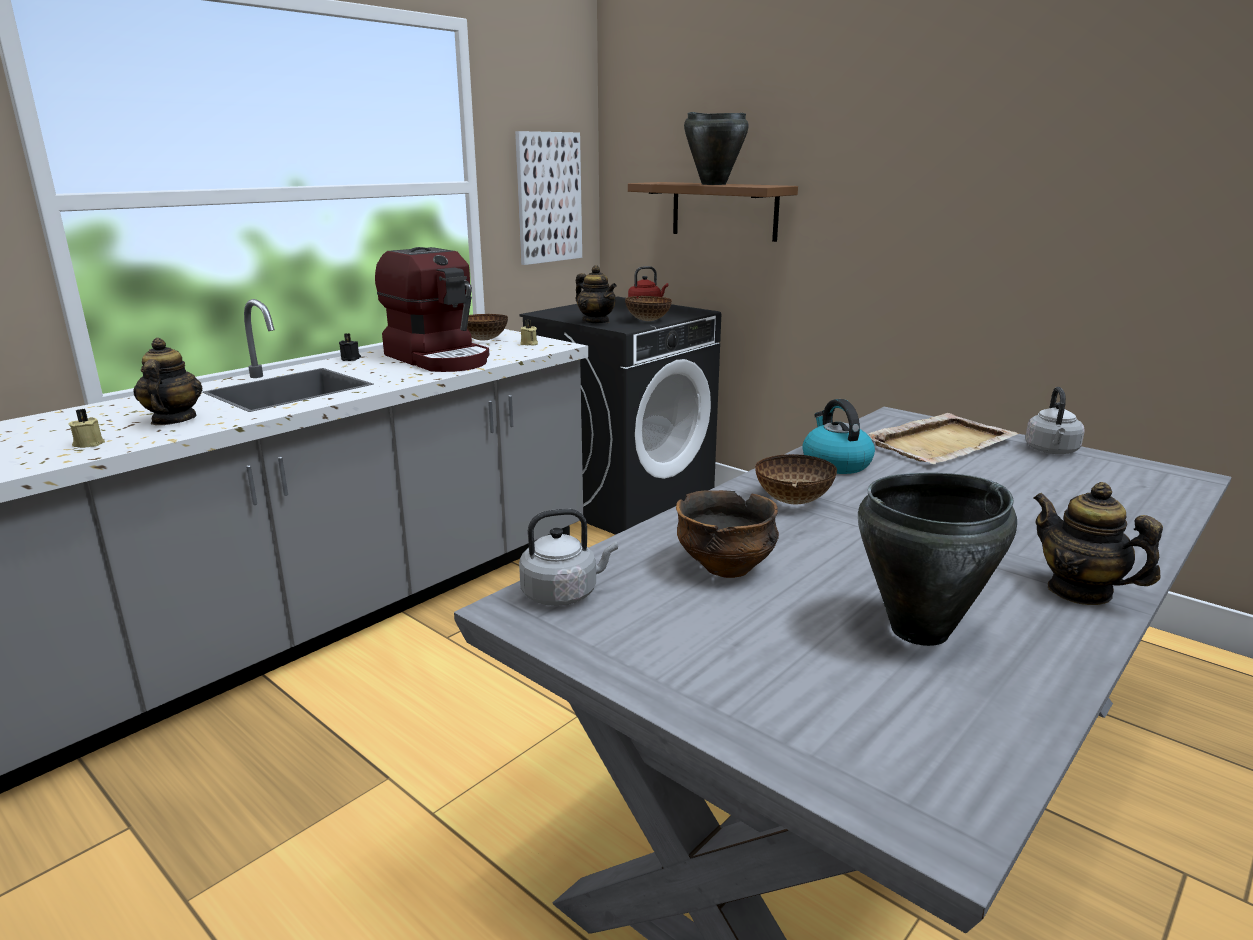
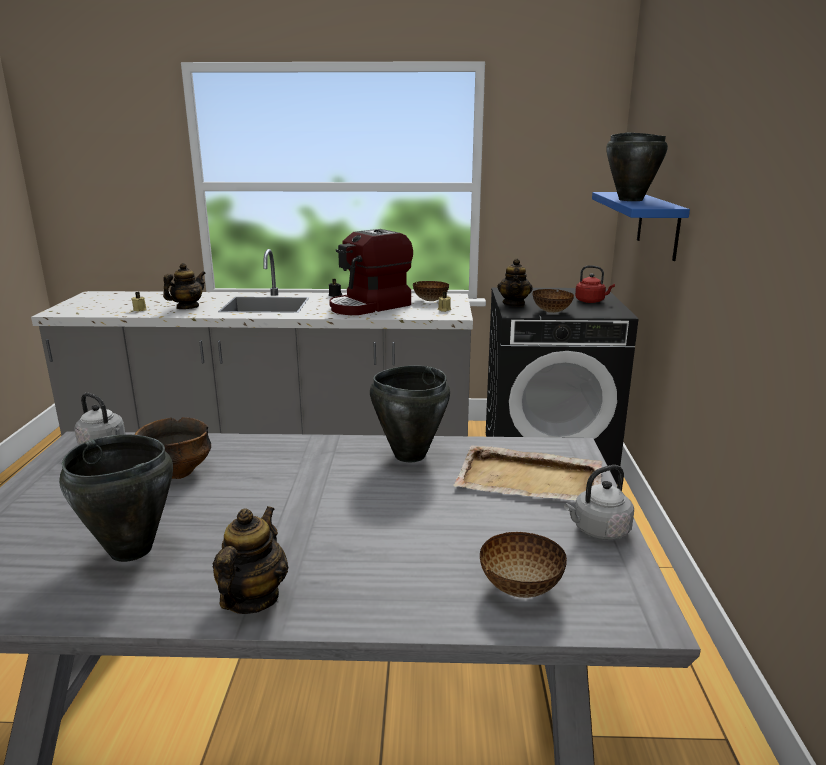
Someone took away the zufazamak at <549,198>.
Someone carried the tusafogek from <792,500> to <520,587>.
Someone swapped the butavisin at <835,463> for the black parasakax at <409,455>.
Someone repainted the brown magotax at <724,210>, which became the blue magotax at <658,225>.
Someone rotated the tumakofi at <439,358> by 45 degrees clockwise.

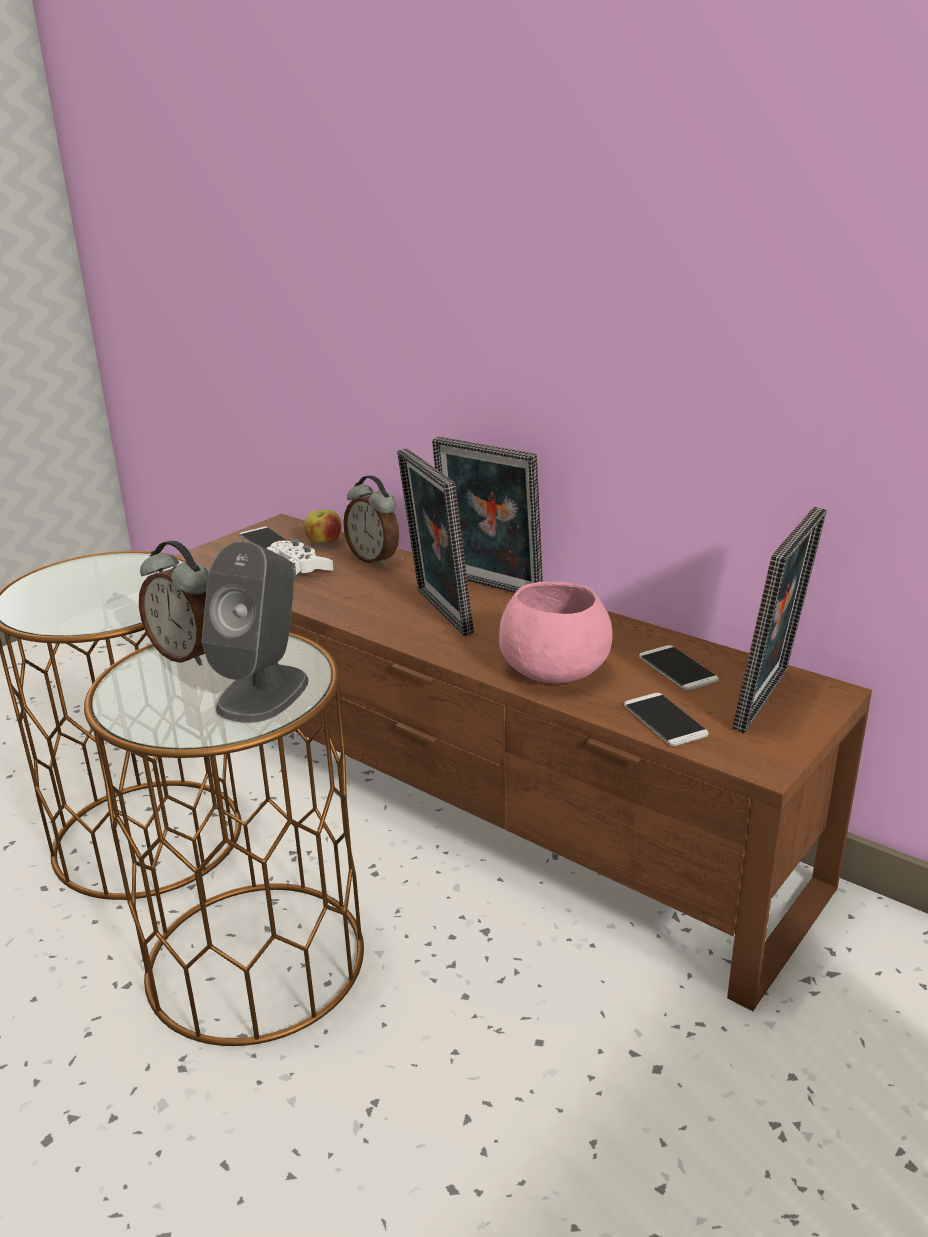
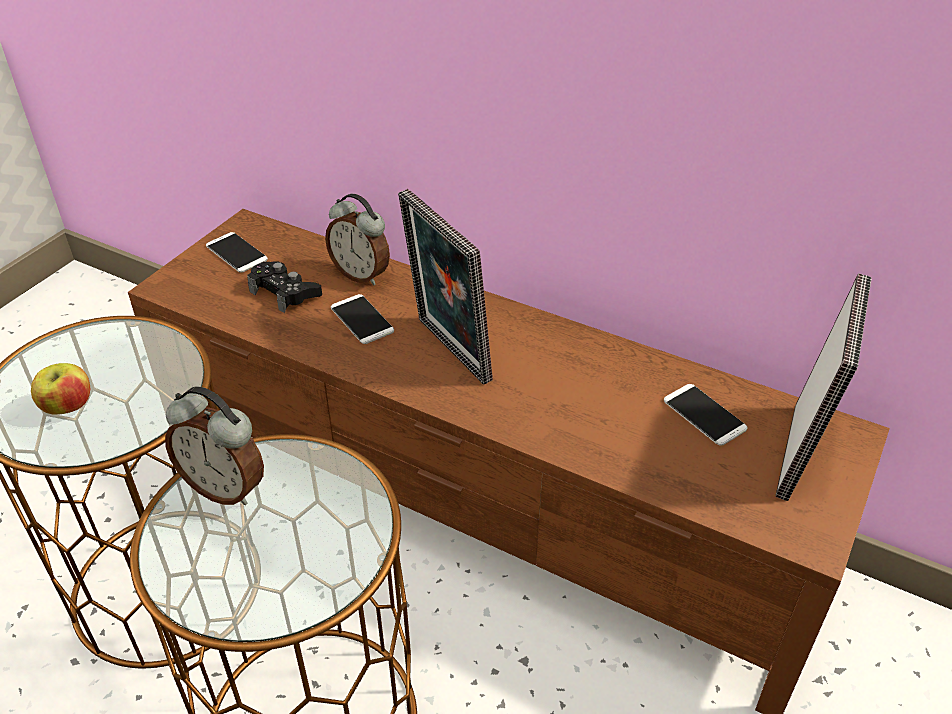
Someone took away the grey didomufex at <263,693>.
Someone took away the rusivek at <489,587>.
Someone took away the pink tusafogek at <552,669>.
Someone carried the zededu from <324,543> to <69,407>.
Someone carried the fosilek from <665,720> to <362,320>.
Someone repainted the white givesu at <299,567>, which became the black givesu at <285,292>.

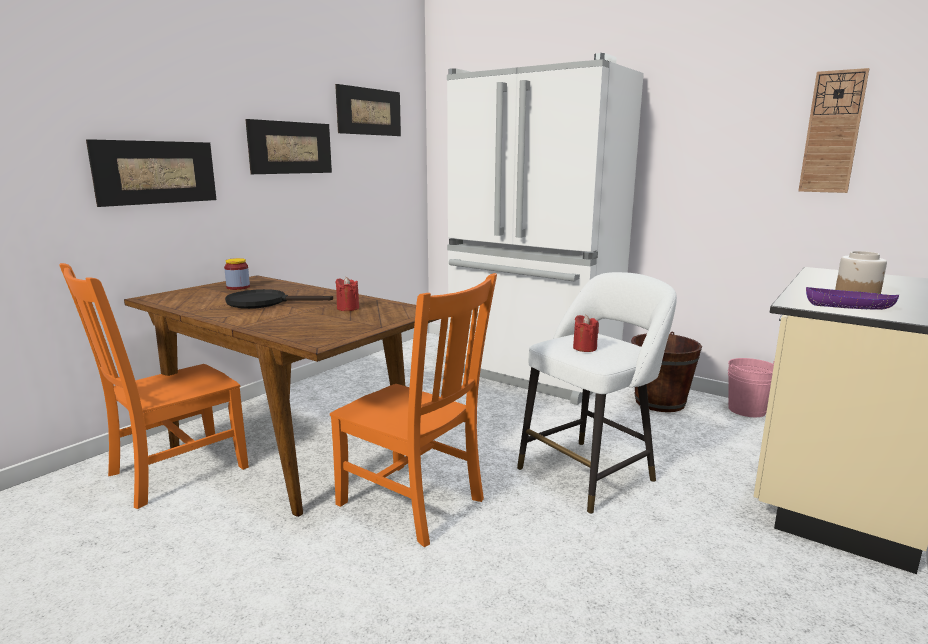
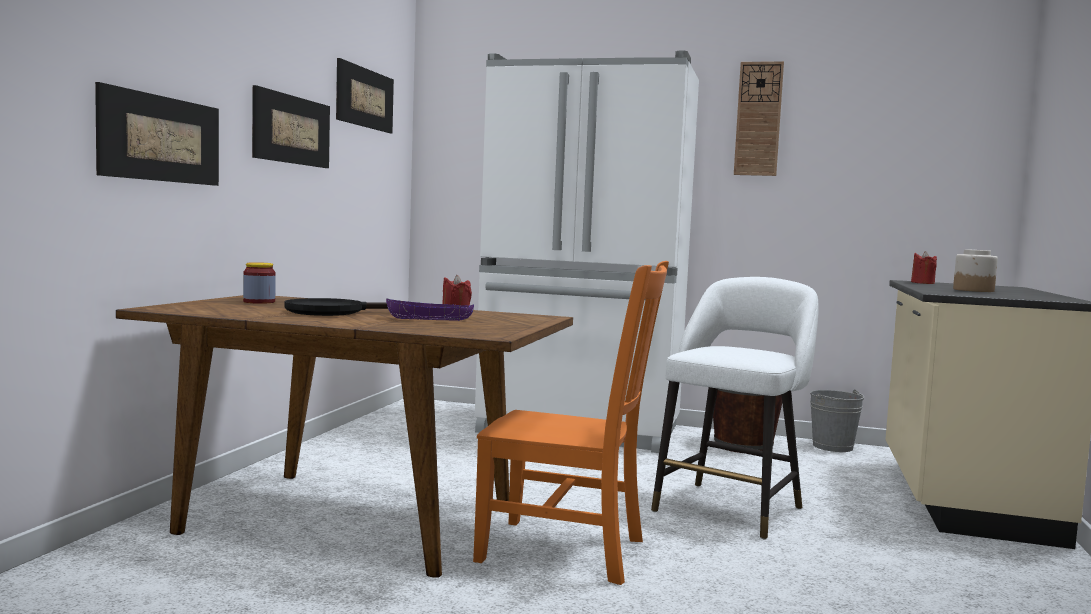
Someone took away the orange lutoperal at <173,472>.
Someone carried the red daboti from <584,348> to <922,283>.
Someone carried the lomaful from <832,132> to <758,119>.
Someone carried the purple tusafogek from <848,307> to <429,319>.
Someone repainted the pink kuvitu at <746,410>, which became the grey kuvitu at <832,447>.

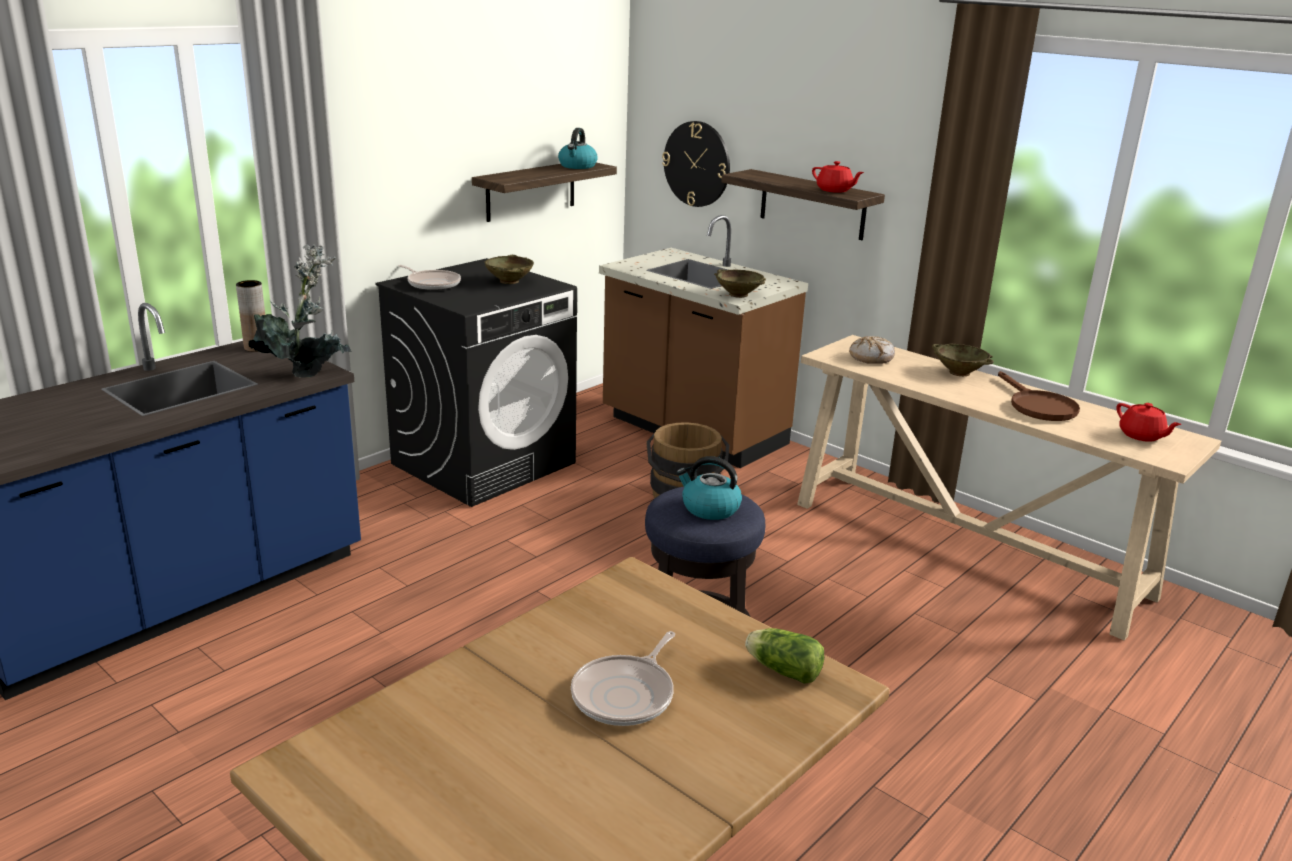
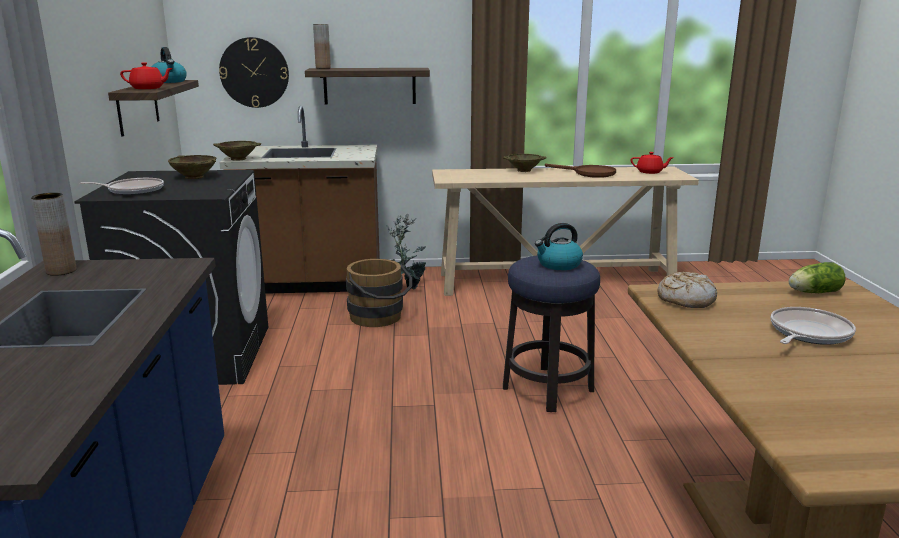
Someone put down the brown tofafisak at <323,68>.
Someone carried the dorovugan from <306,371> to <407,287>.
Someone carried the beige tusafogek from <738,294> to <238,159>.
Someone carried the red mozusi from <834,190> to <148,88>.
Someone carried the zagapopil from <871,357> to <685,299>.
Someone rotated the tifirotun at <626,695> by 120 degrees counterclockwise.

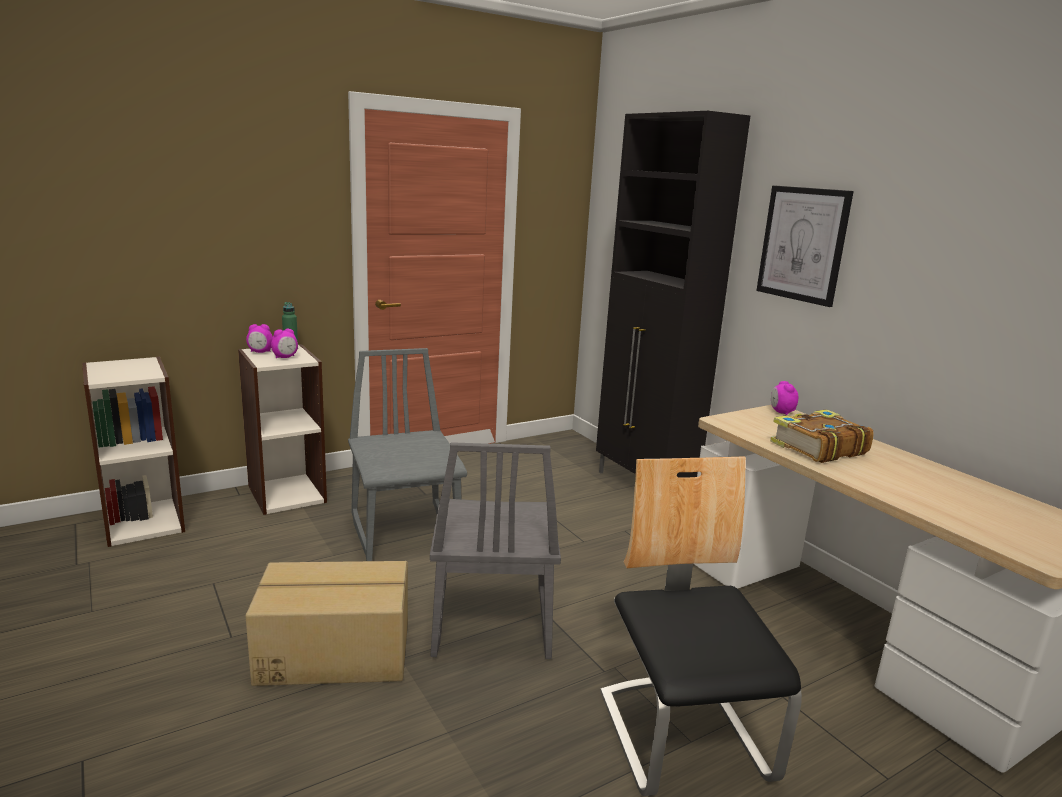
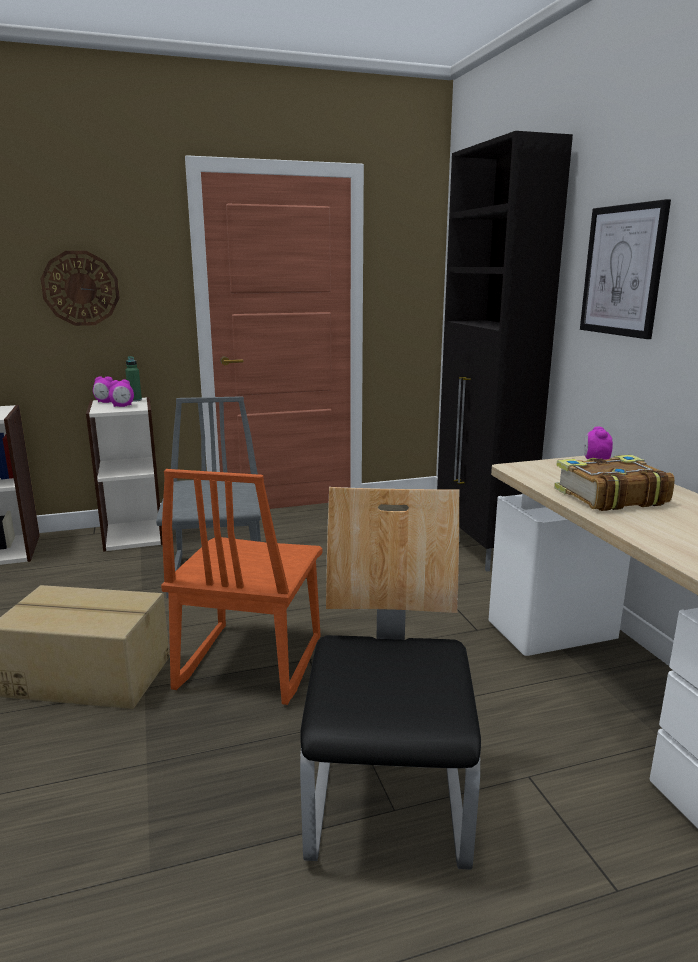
Someone put up the lomaful at <80,288>.
Someone repainted the grey lutoperal at <489,622>, which became the orange lutoperal at <249,663>.

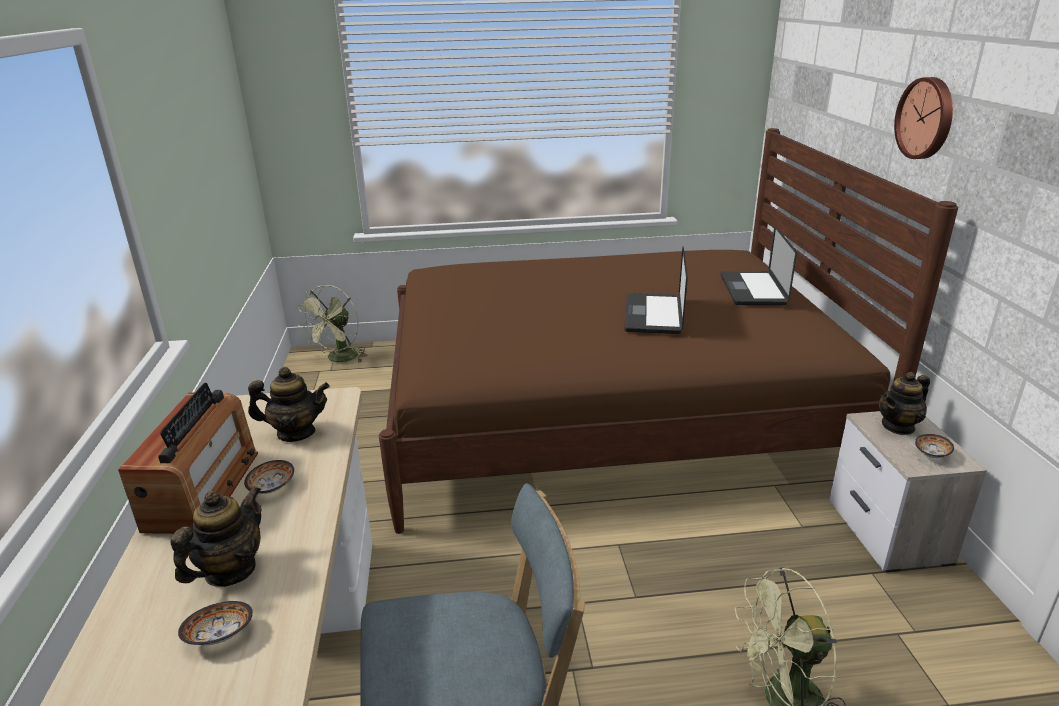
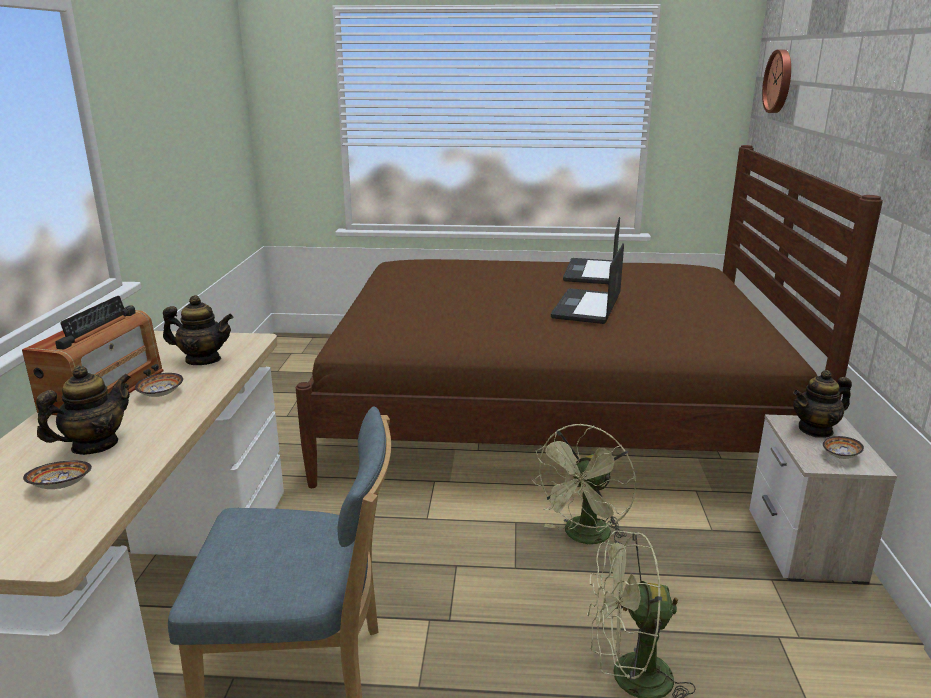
Someone carried the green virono from <339,359> to <584,537>.
Someone carried the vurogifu from <752,289> to <590,272>.
Someone carried the lomaful from <926,118> to <780,81>.

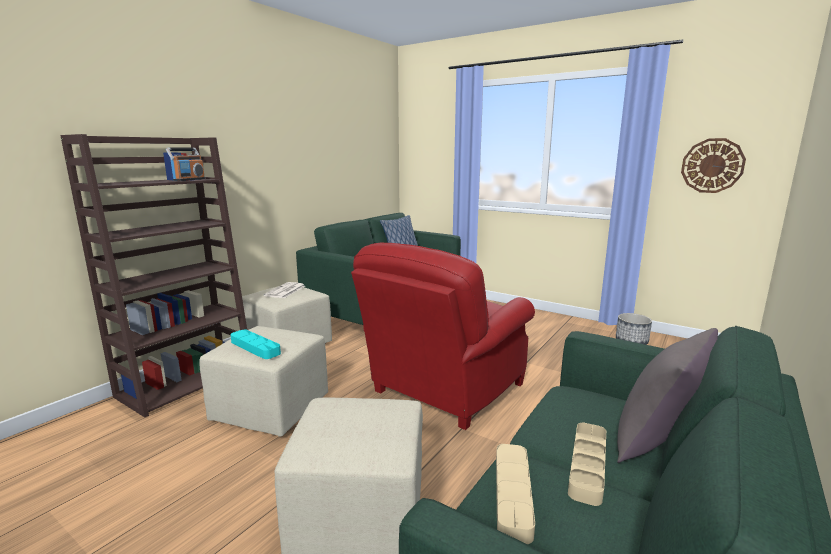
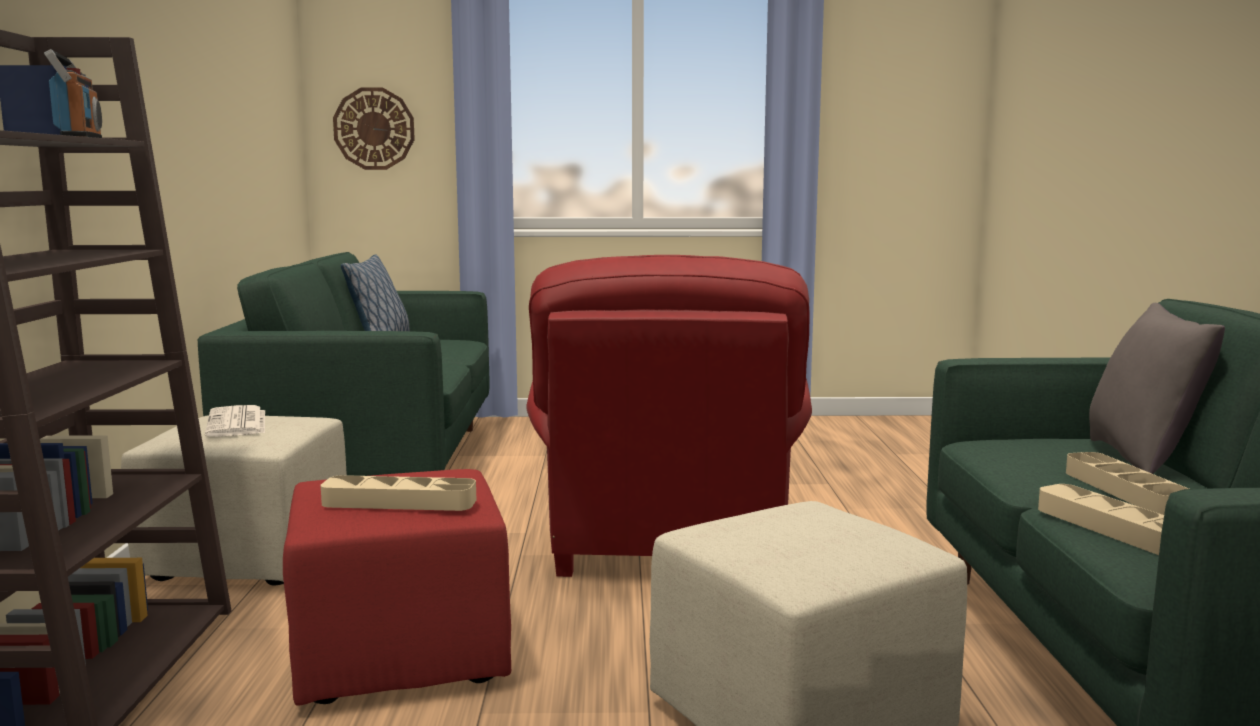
Someone took away the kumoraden at <631,341>.
Someone carried the lomaful from <712,165> to <374,129>.
Someone repainted the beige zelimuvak at <272,410>, which became the red zelimuvak at <403,655>.
Someone repainted the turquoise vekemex at <255,347>, which became the beige vekemex at <399,502>.

